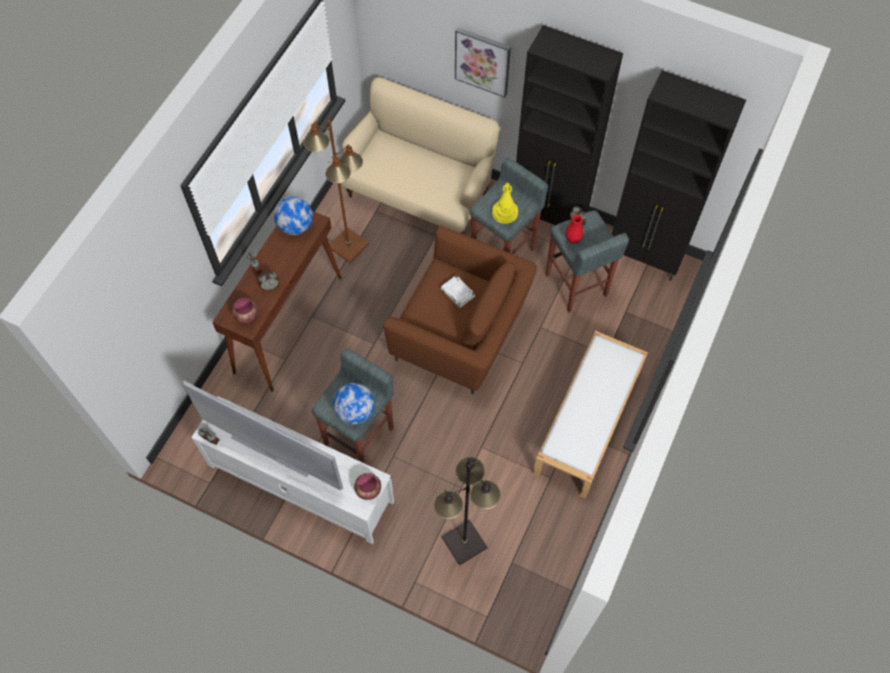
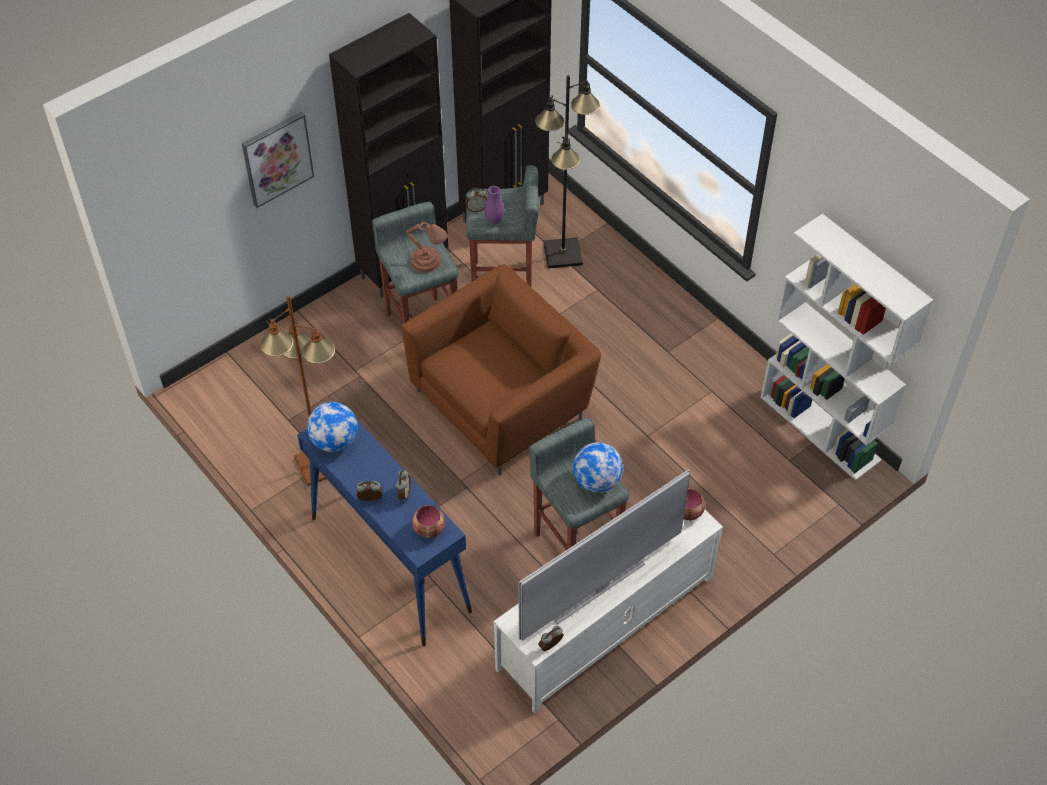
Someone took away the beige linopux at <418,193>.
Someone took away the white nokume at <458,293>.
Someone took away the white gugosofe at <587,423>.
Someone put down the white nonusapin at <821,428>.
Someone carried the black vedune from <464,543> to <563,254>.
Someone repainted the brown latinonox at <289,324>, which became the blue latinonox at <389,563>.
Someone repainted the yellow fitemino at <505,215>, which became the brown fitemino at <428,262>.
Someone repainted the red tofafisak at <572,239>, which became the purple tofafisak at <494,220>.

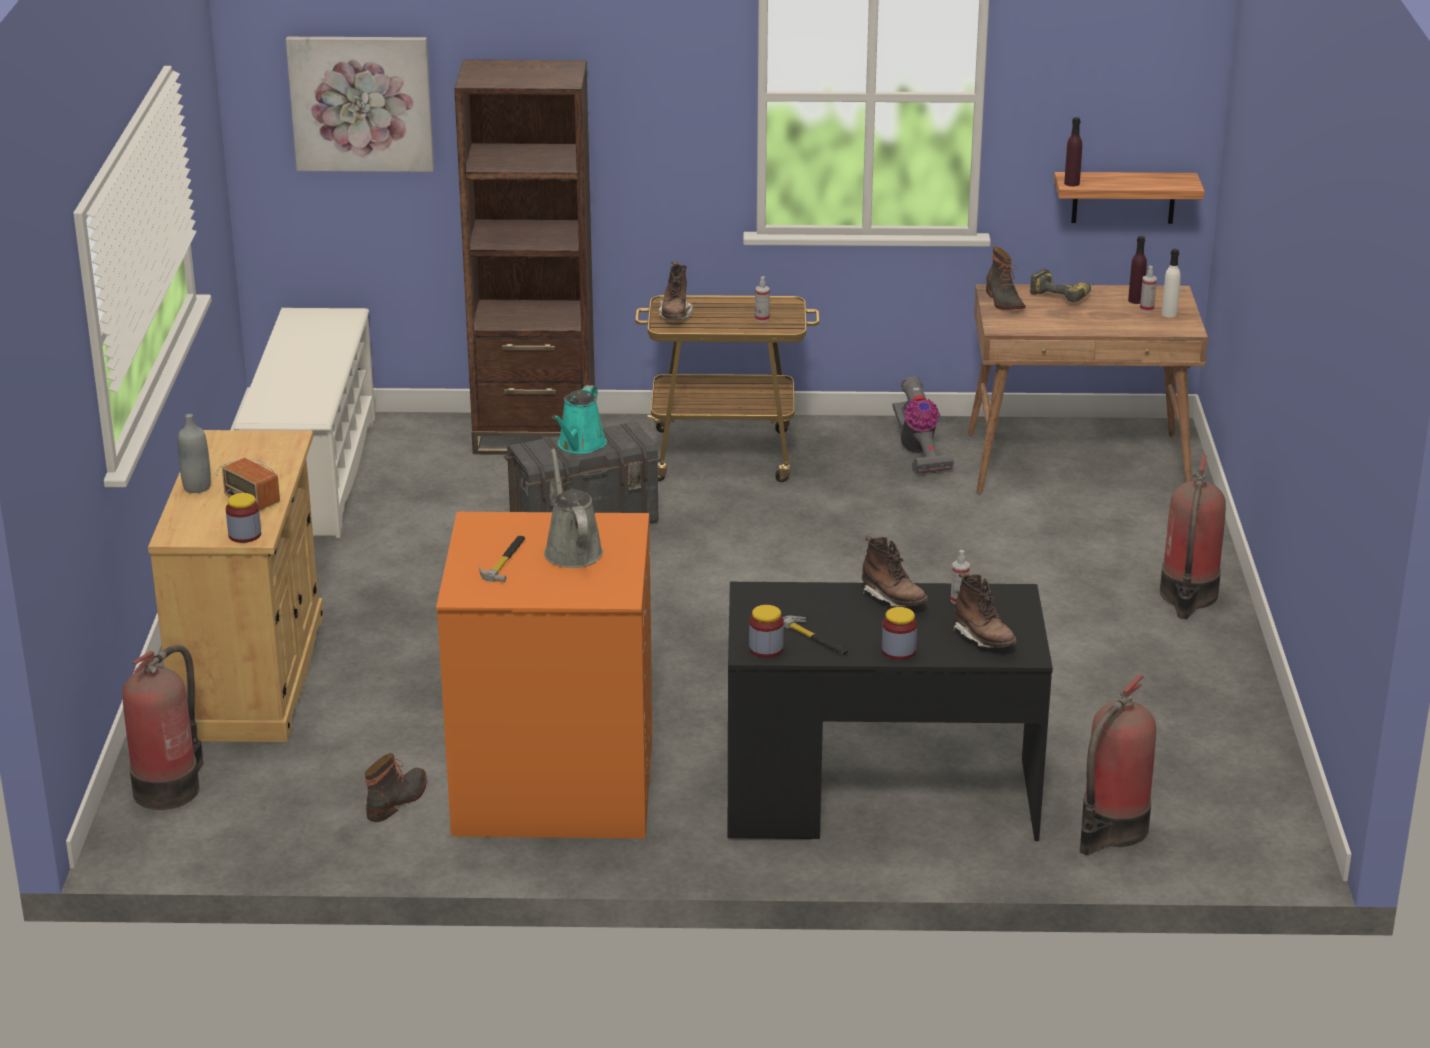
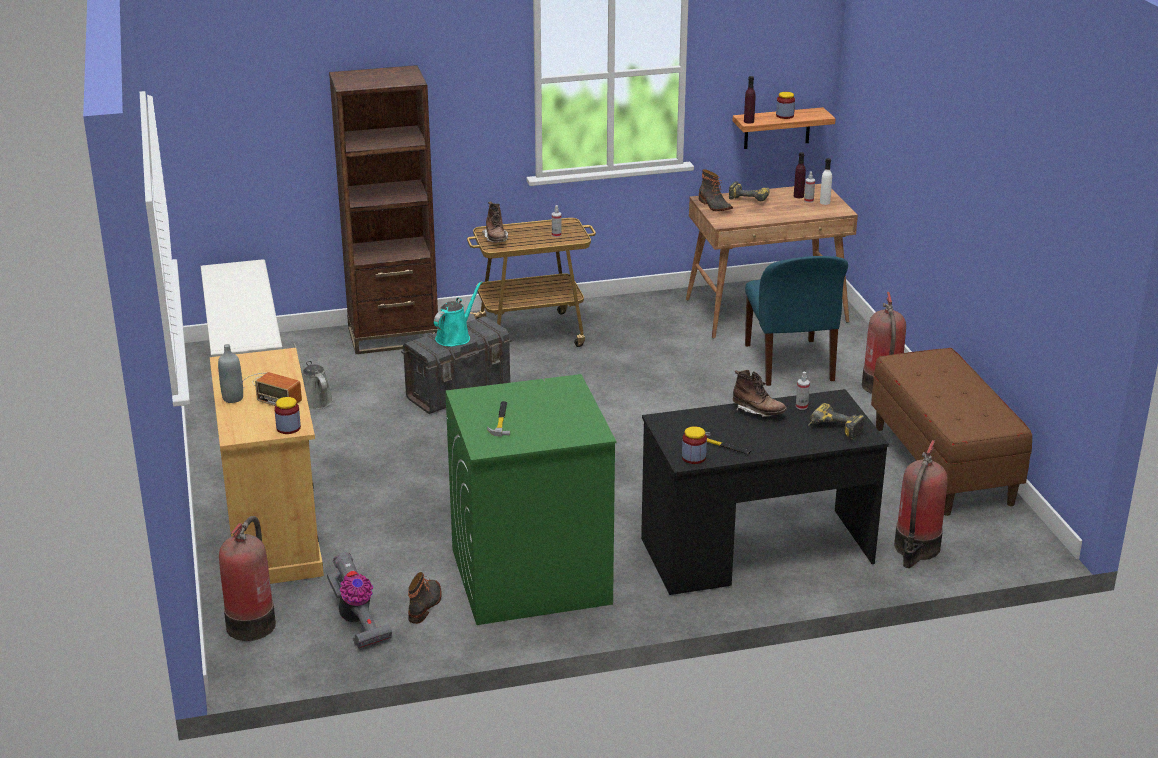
Someone took away the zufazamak at <361,102>.
Someone put down the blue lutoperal at <790,364>.
Someone put down the brown gugosofe at <943,465>.
Someone carried the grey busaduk from <571,550> to <314,399>.
Someone carried the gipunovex from <898,651> to <785,116>.
Someone carried the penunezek from <918,452> to <357,621>.
Someone swapped the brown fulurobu at <983,638> for the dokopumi at <833,430>.
Someone repainted the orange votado at <552,784>, which became the green votado at <529,577>.
Someone rotated the turquoise busaduk at <580,445> by 150 degrees counterclockwise.

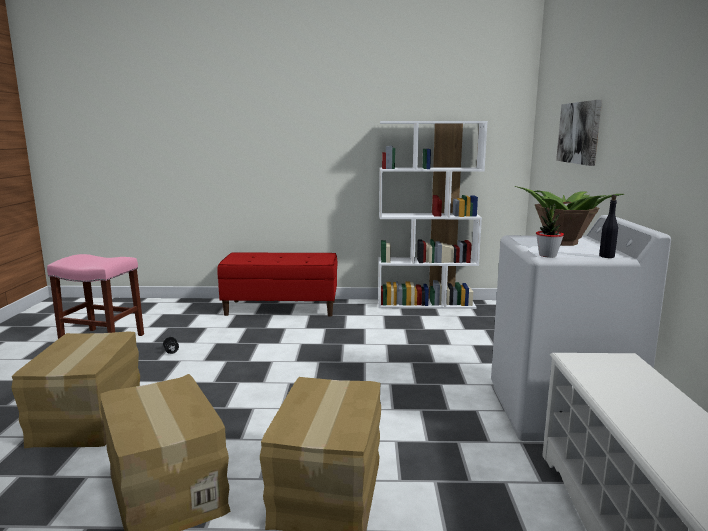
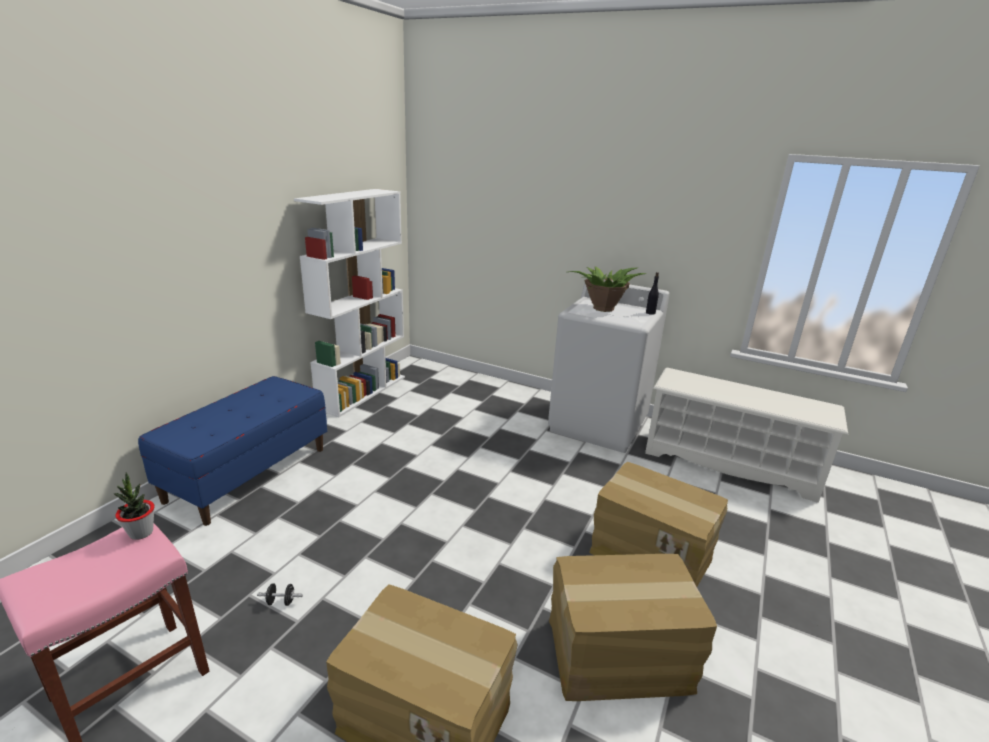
Someone took away the zufazamak at <579,133>.
Someone carried the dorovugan from <547,255> to <141,532>.
Someone repainted the red gugosofe at <281,308>, which became the blue gugosofe at <248,473>.

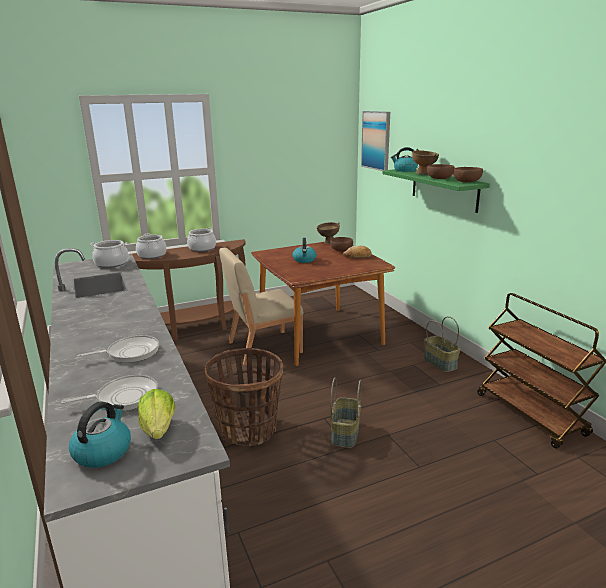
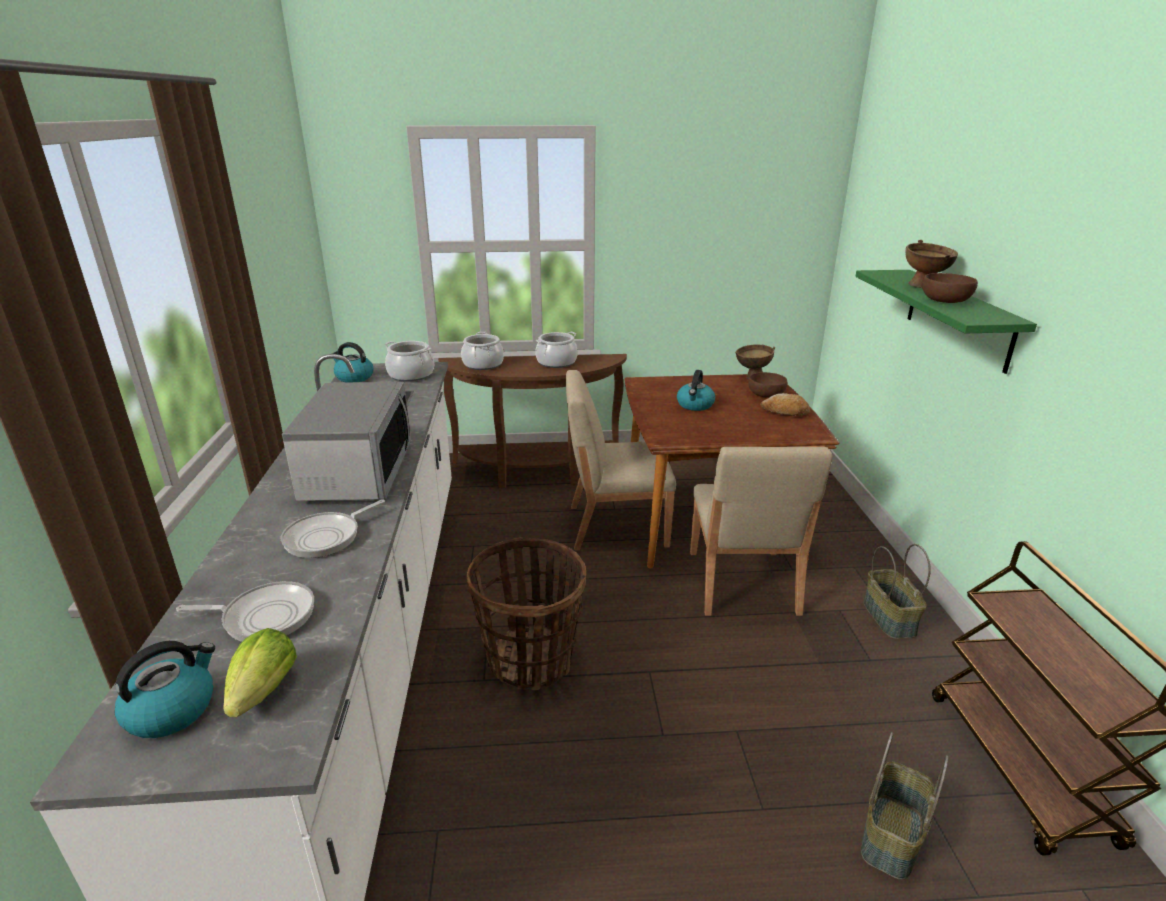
Someone took away the zufazamak at <376,140>.
Someone took away the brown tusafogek at <467,181>.
Someone put down the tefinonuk at <357,473>.
Someone put down the beige lutoperal at <742,583>.
Someone carried the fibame from <346,433> to <893,837>.
Someone carried the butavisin from <404,170> to <354,377>.
Someone rotated the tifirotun at <130,353> by 135 degrees clockwise.

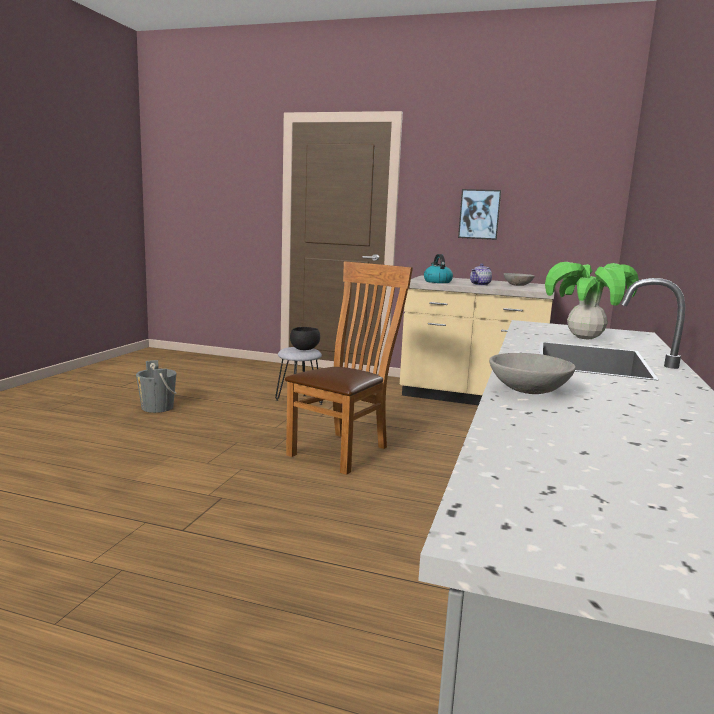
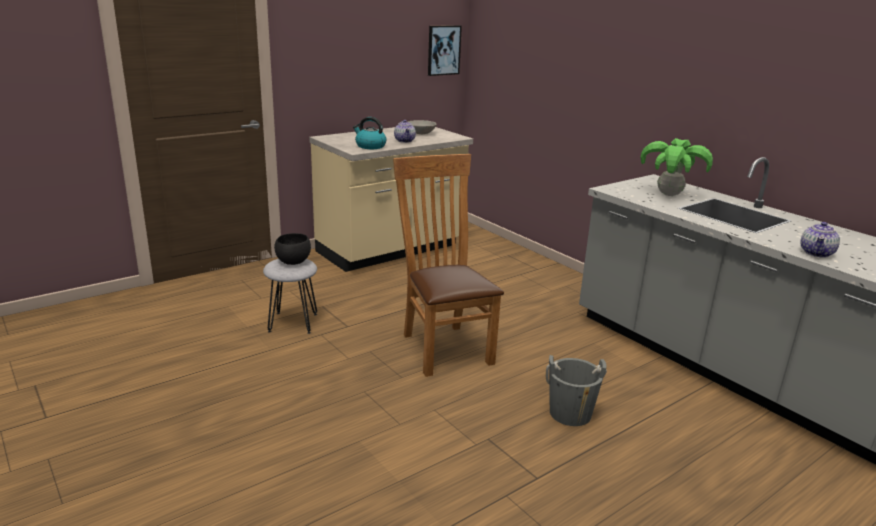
Someone carried the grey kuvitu from <157,407> to <570,413>.
Someone carried the zufazamak from <479,214> to <443,50>.
Someone swapped the grey tusafogek at <529,390> for the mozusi at <817,253>.

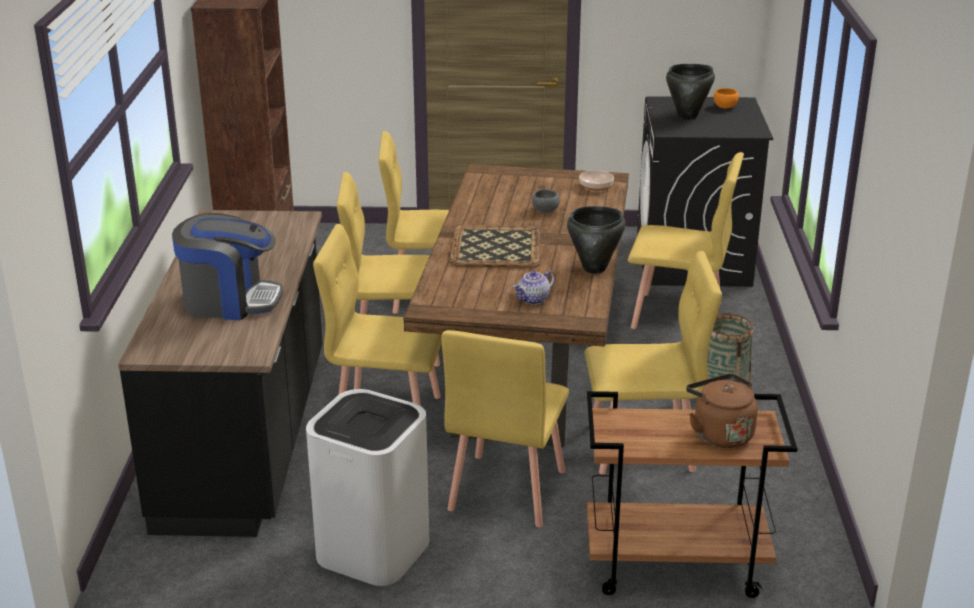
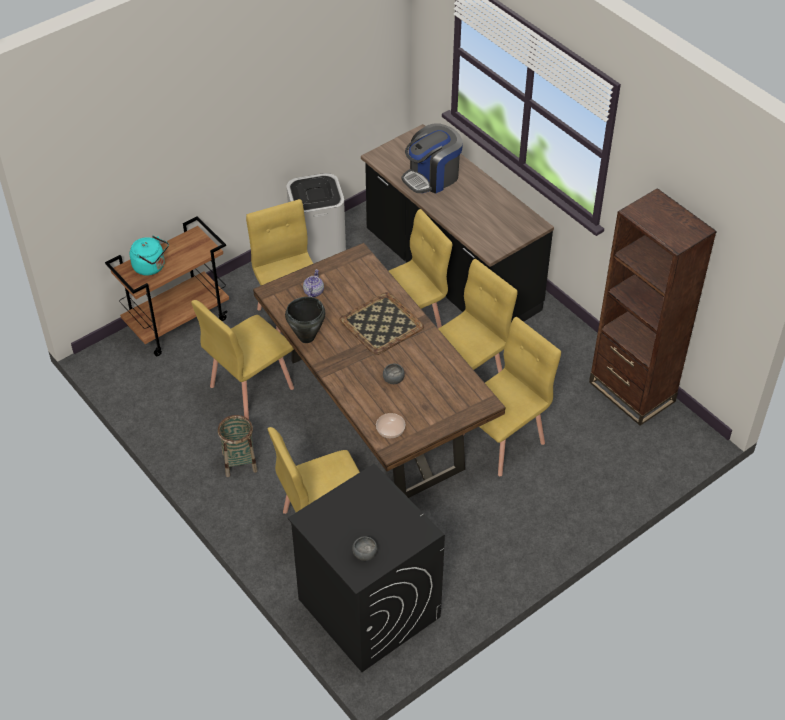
Someone took away the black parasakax at <688,116>.
Someone repainted the brown butavisin at <720,433>, which became the turquoise butavisin at <151,267>.
Someone repainted the orange tusafogek at <725,106>, which became the grey tusafogek at <365,554>.

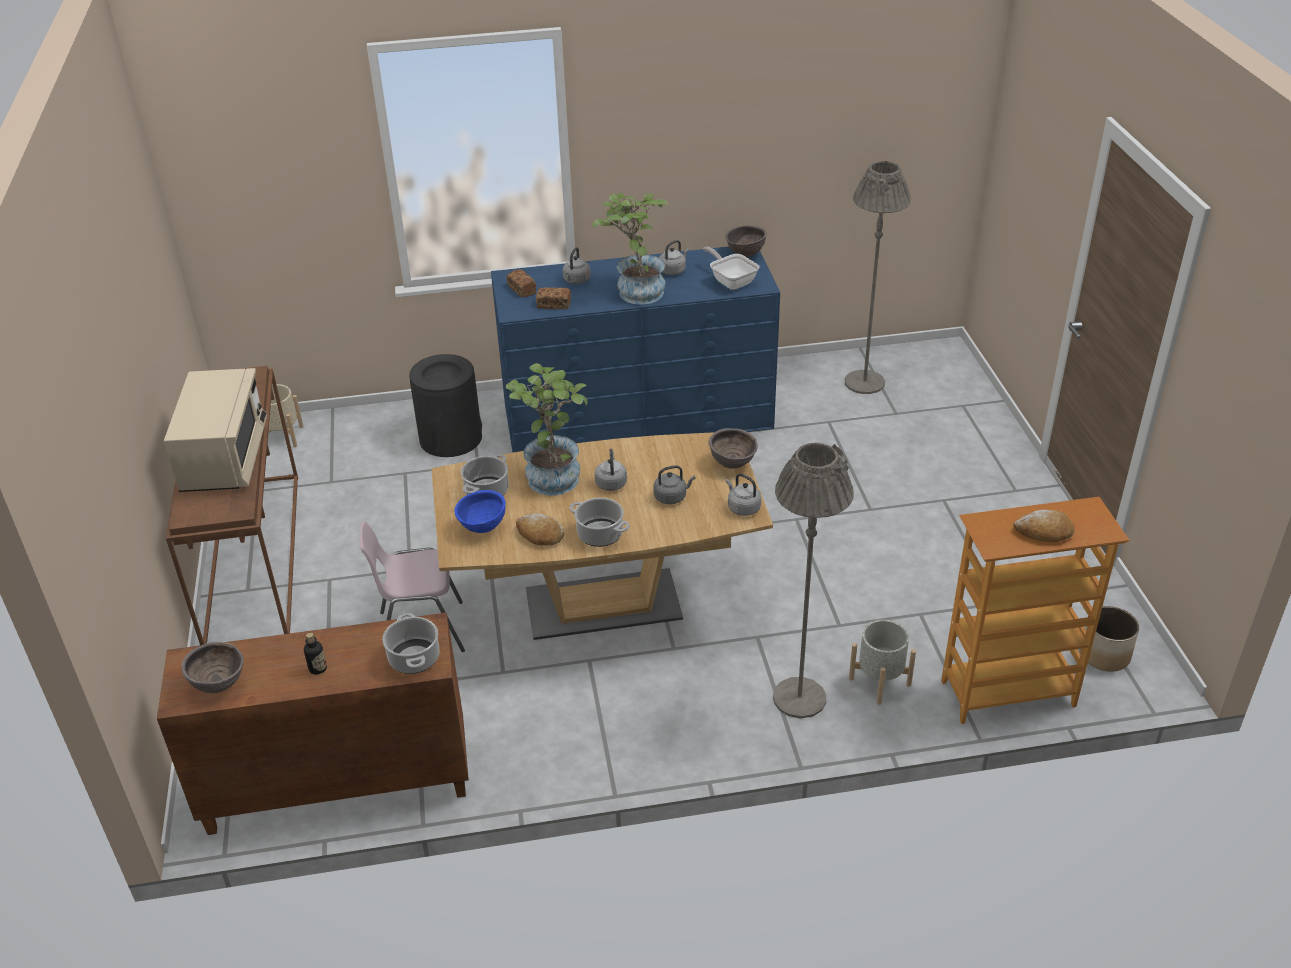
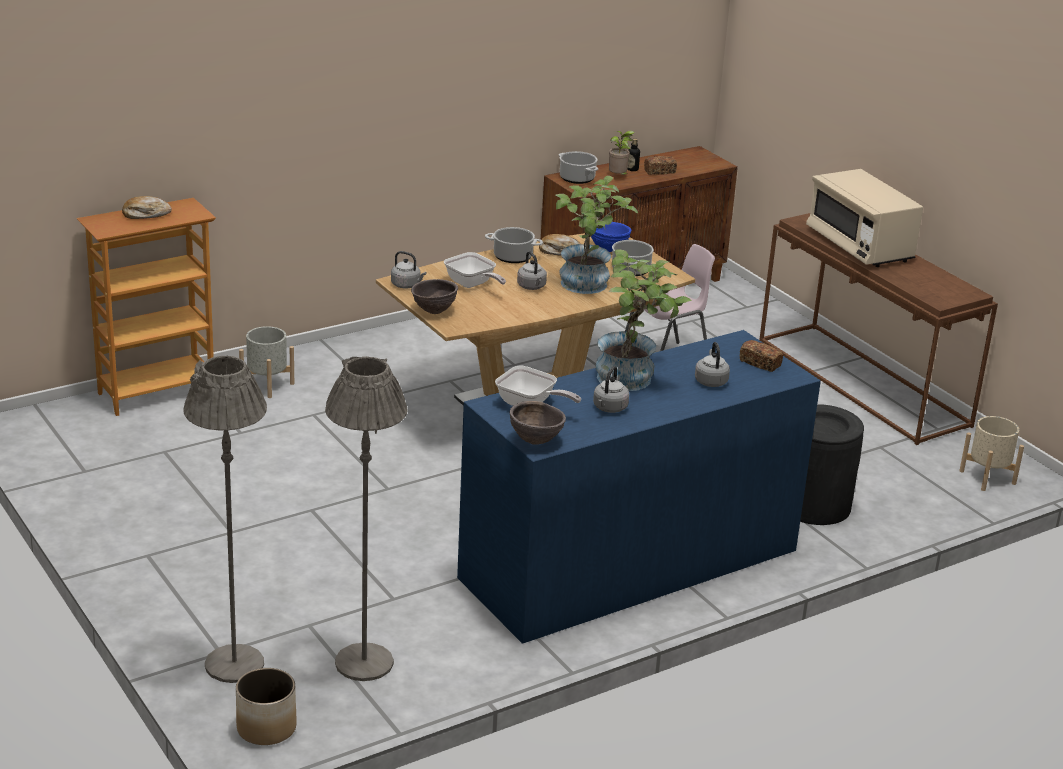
Someone took away the brown tusafogek at <219,685>.
Someone put down the dorovugan at <618,177>.
Someone carried the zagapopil from <554,305> to <659,171>.
Someone carried the grey vedune from <799,698> to <234,664>.
Someone carried the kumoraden from <1104,655> to <266,728>.
Someone swapped the grey butavisin at <672,497> for the tifirotun at <472,284>.

